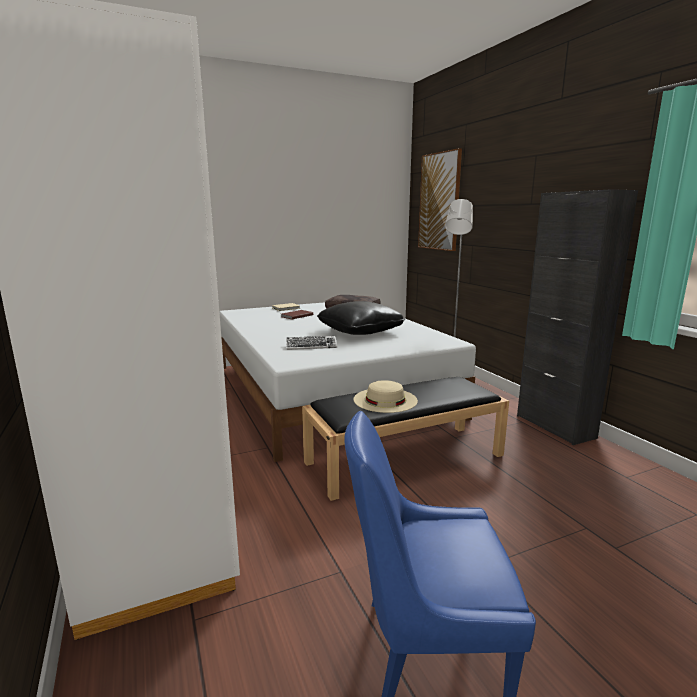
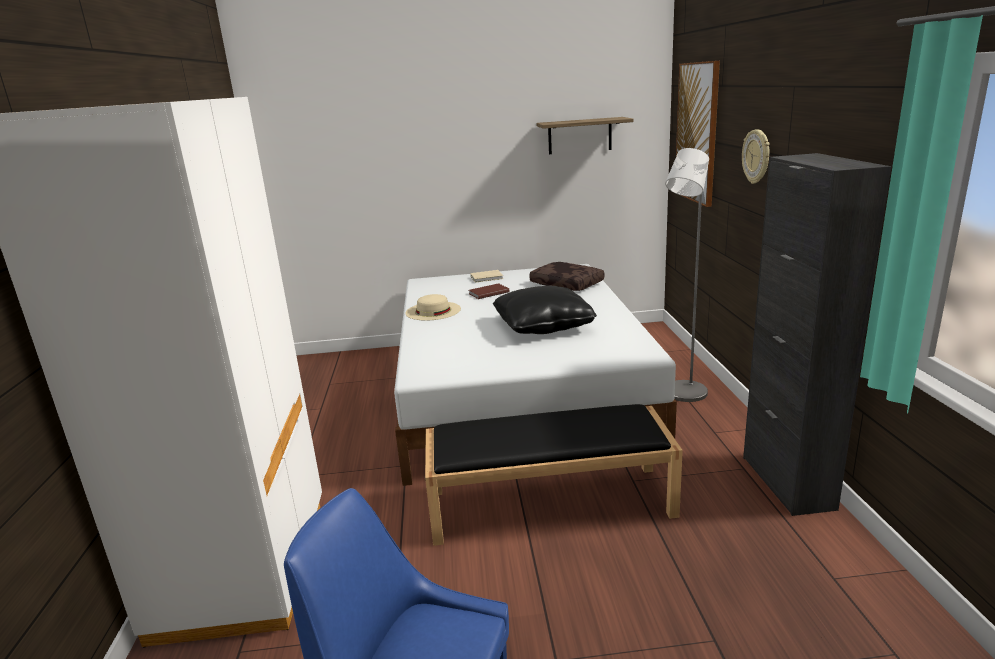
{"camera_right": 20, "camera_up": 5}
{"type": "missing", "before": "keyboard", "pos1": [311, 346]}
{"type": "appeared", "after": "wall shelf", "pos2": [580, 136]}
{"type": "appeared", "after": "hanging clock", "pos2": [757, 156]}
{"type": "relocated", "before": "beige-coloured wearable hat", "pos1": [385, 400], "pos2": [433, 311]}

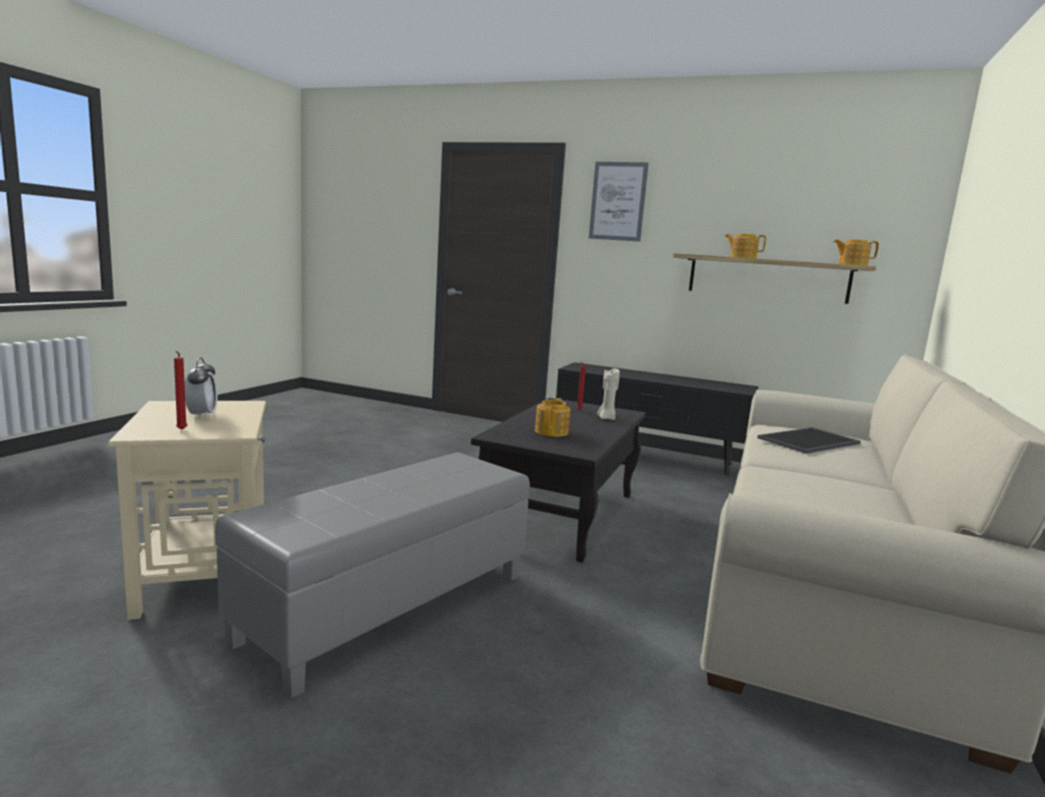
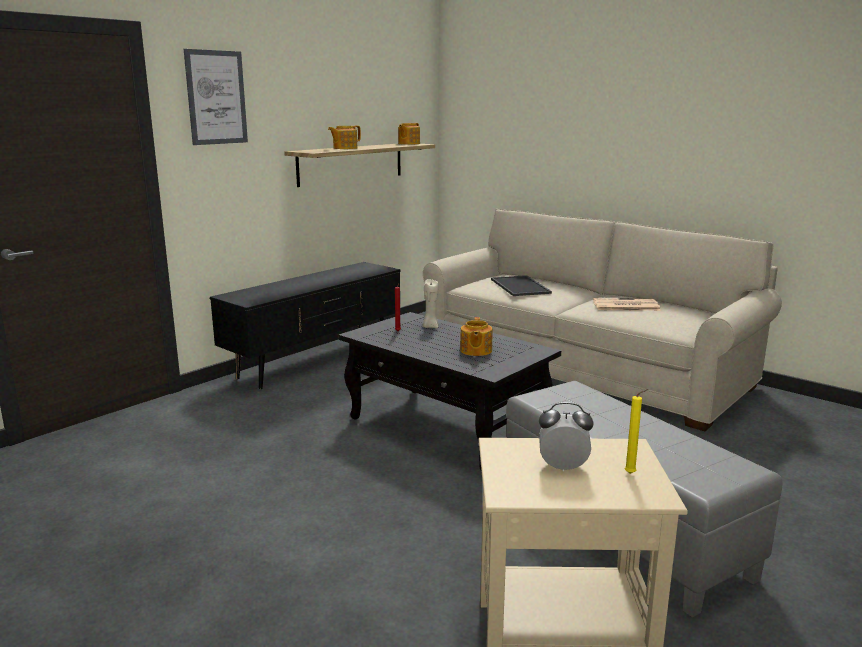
{"camera_right": -70, "camera_up": 5}
{"type": "appeared", "after": "newspaper", "pos2": [625, 306]}
{"type": "colour", "before": "red-coloured wax light", "after": "yellowish wax light", "pos1": [181, 430], "pos2": [632, 474]}
{"type": "spun", "before": "tea pot", "pos1": [552, 432], "pos2": [475, 351], "turn": -120}

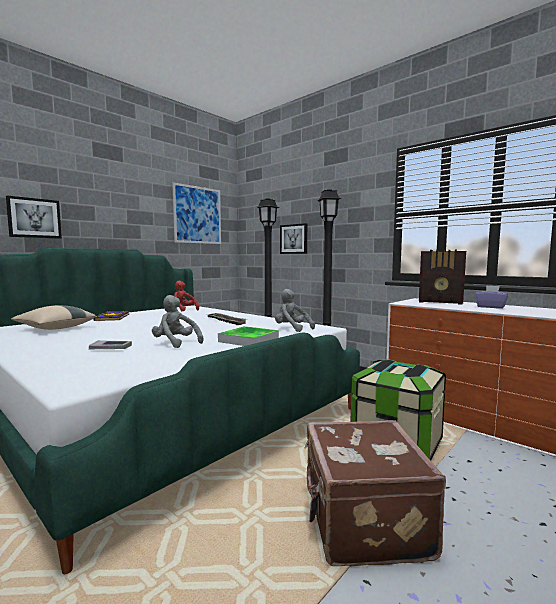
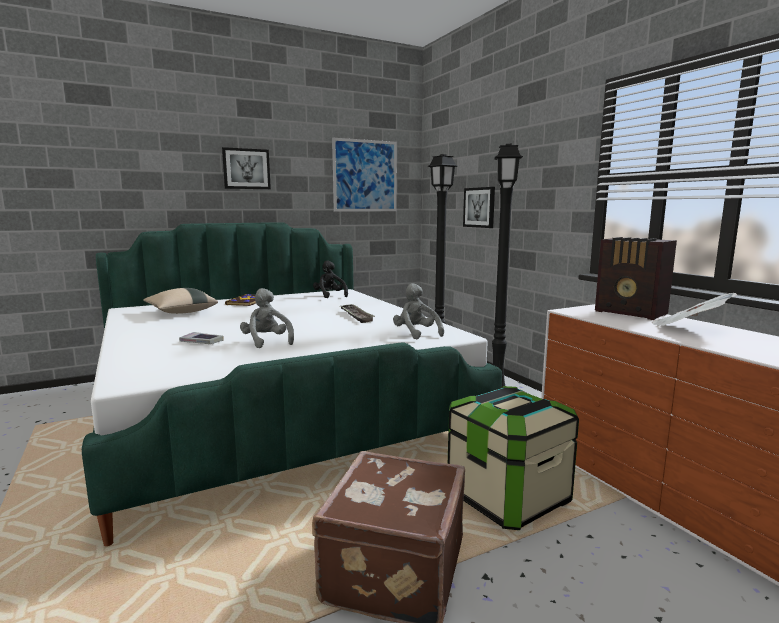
{"camera_right": 20, "camera_up": 5}
{"type": "missing", "before": "serving tray", "pos1": [248, 340]}
{"type": "relocated", "before": "picture", "pos1": [34, 218], "pos2": [246, 169]}
{"type": "exchanged", "before": "purplish tissue holder", "after": "newspaper", "pos1": [490, 307], "pos2": [688, 328]}
{"type": "colour", "before": "red-coloured soft toy", "after": "blackish soft toy", "pos1": [182, 310], "pos2": [330, 296]}

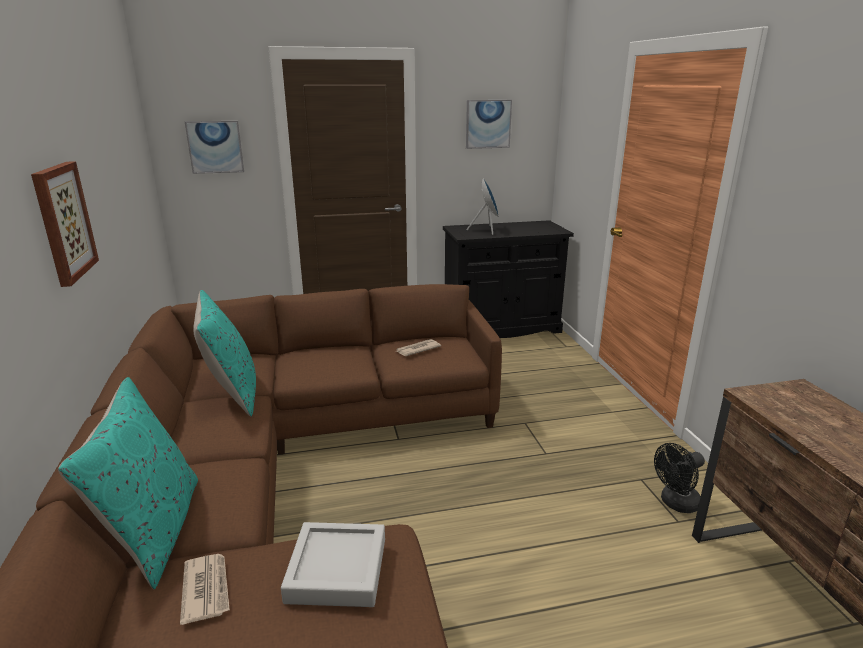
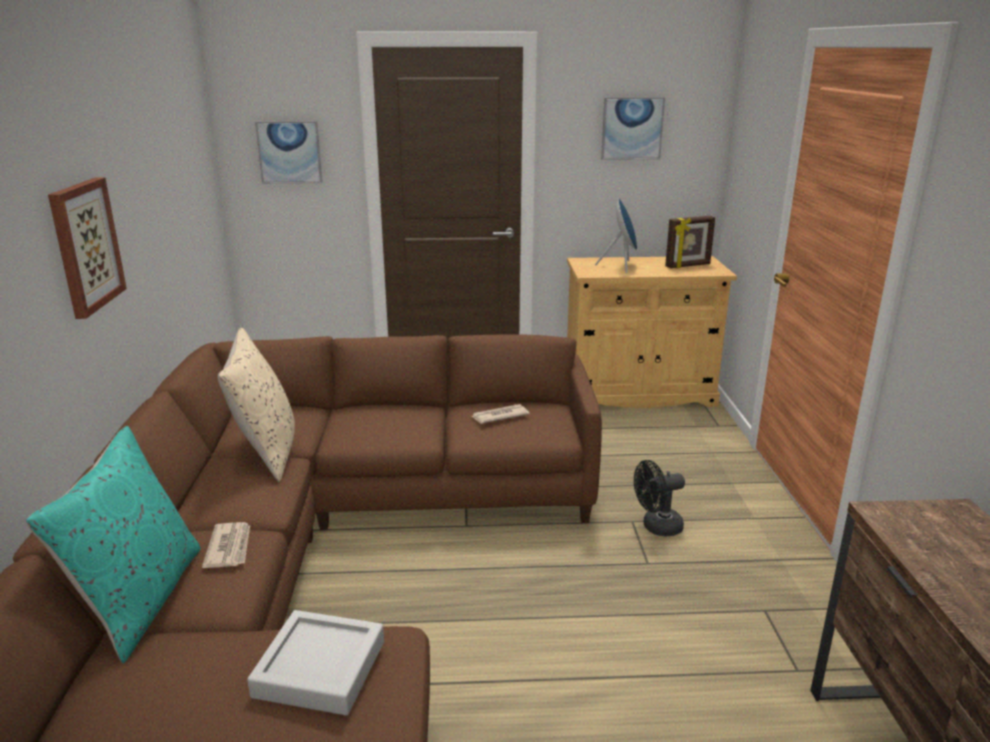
{"camera_right": 10, "camera_up": 0}
{"type": "appeared", "after": "photo frame", "pos2": [688, 266]}
{"type": "relocated", "before": "newspaper", "pos1": [206, 589], "pos2": [229, 547]}
{"type": "relocated", "before": "blackish electric fan", "pos1": [675, 503], "pos2": [656, 527]}
{"type": "colour", "before": "blue-green throw pillow", "after": "beige-coloured throw pillow", "pos1": [232, 392], "pos2": [266, 451]}
{"type": "colour", "before": "blackish cabinet", "after": "beige-coloured cabinet", "pos1": [501, 327], "pos2": [638, 393]}

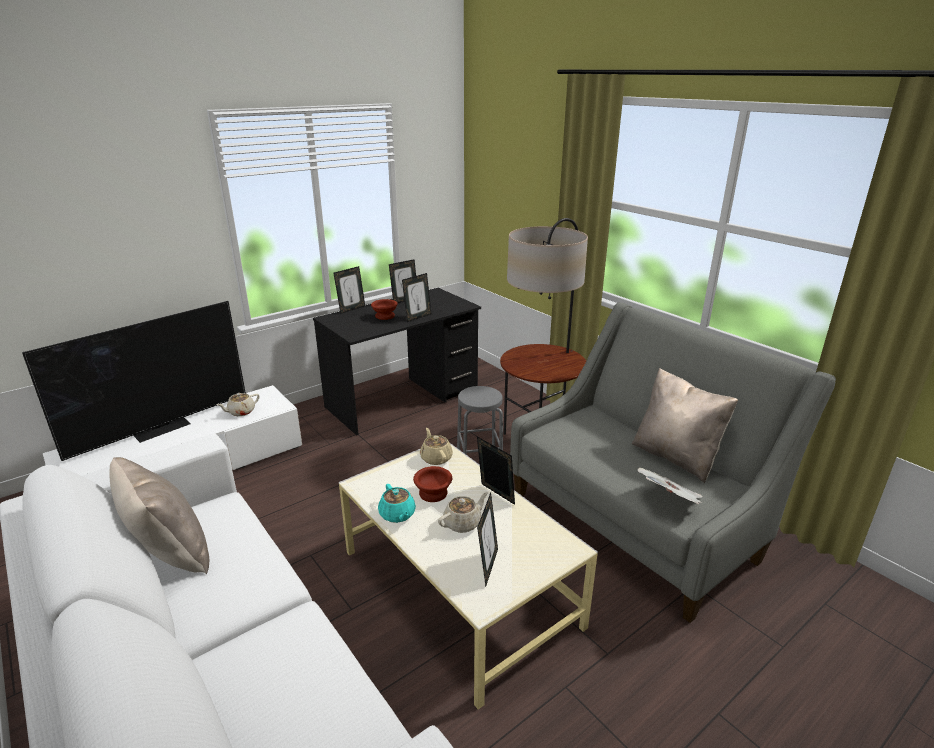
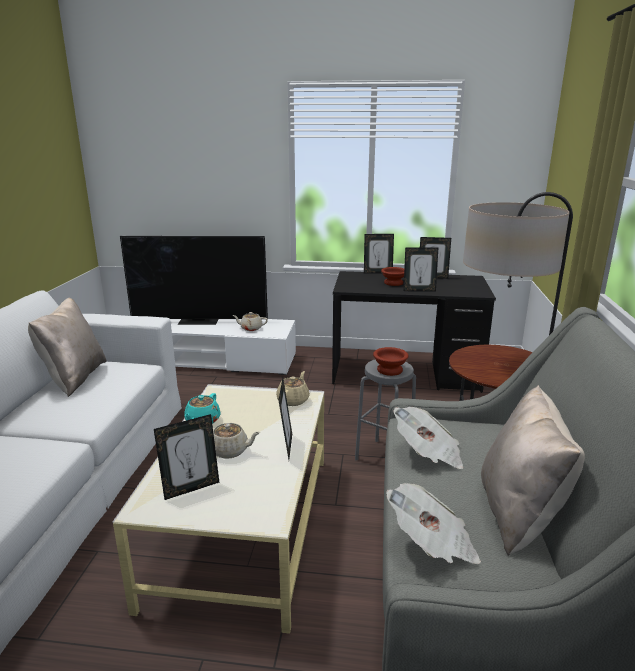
{"camera_right": 45, "camera_up": -5}
{"type": "appeared", "after": "newspaper", "pos2": [428, 453]}
{"type": "relocated", "before": "brownish bowl", "pos1": [434, 493], "pos2": [390, 370]}

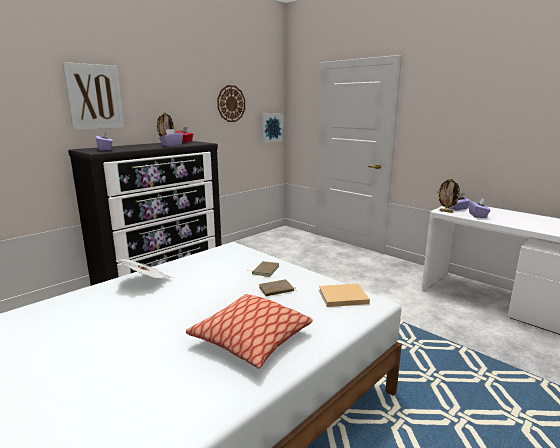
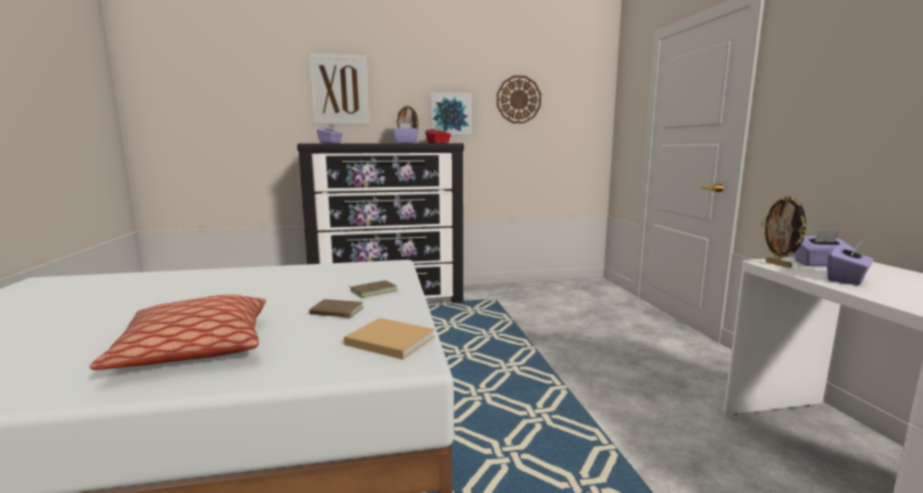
{"camera_right": 35, "camera_up": -5}
{"type": "missing", "before": "newspaper", "pos1": [147, 282]}
{"type": "relocated", "before": "picture", "pos1": [271, 127], "pos2": [450, 114]}

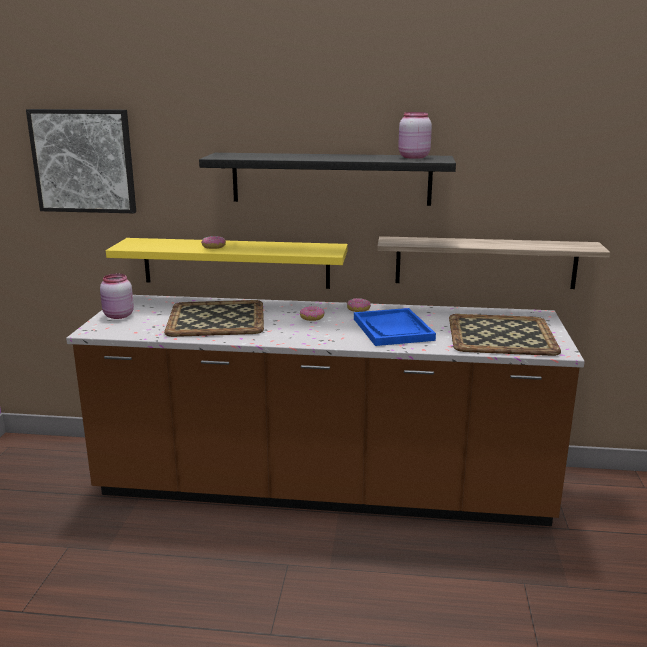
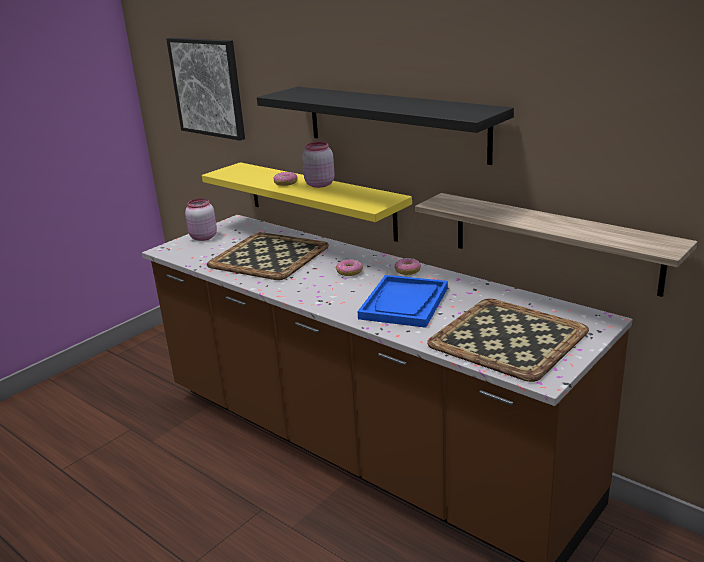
{"camera_right": 35, "camera_up": 5}
{"type": "relocated", "before": "pink-coloured preserve jar", "pos1": [412, 157], "pos2": [319, 184]}

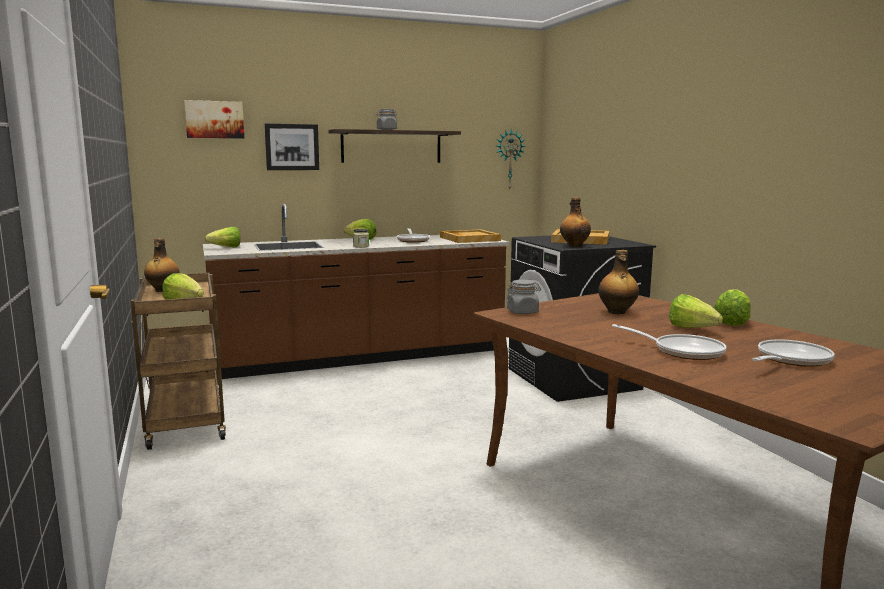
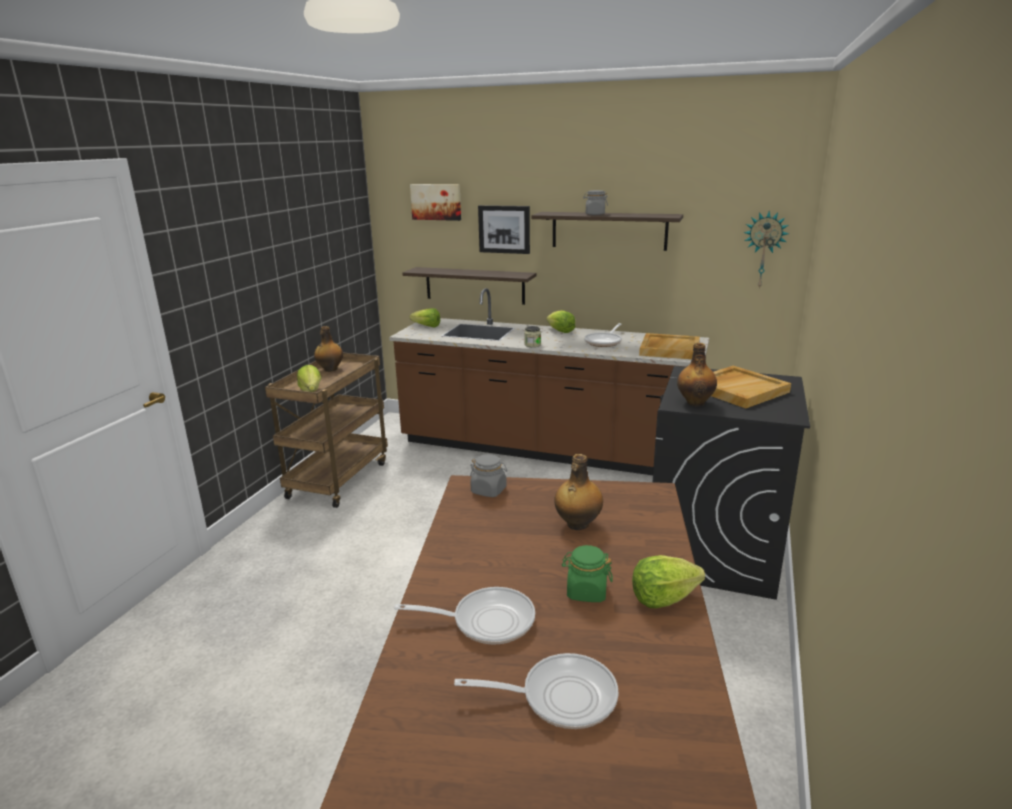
{"camera_right": 40, "camera_up": 10}
{"type": "appeared", "after": "wall shelf", "pos2": [474, 285]}
{"type": "exchanged", "before": "lettuce head", "after": "greenish preserve jar", "pos1": [695, 330], "pos2": [586, 592]}
{"type": "spun", "before": "pan", "pos1": [682, 351], "pos2": [486, 621], "turn": -75}

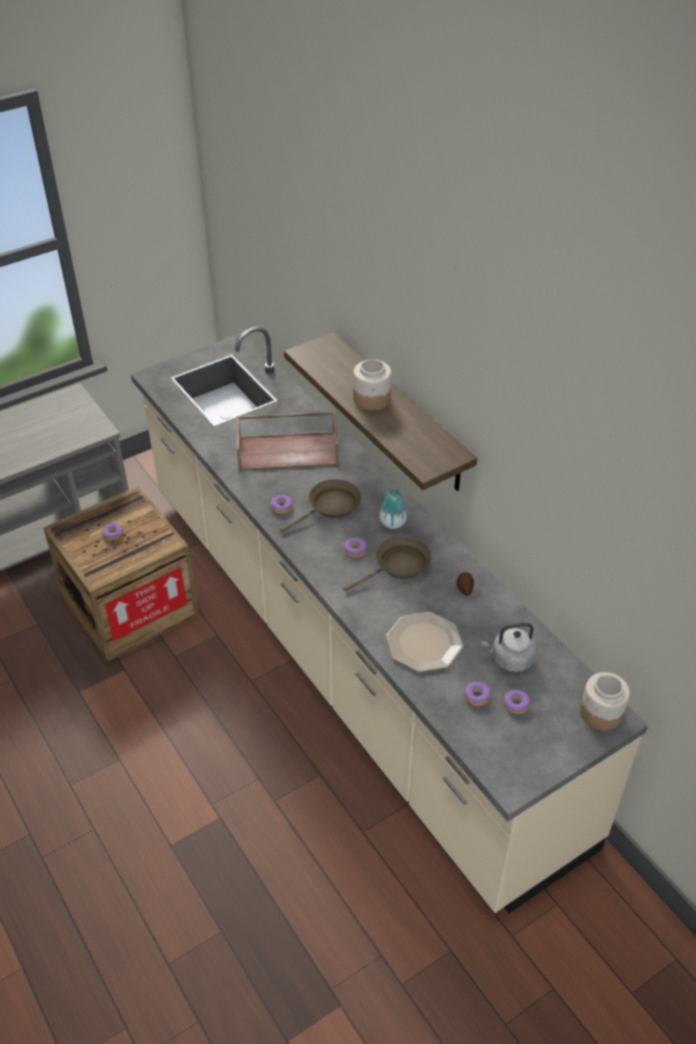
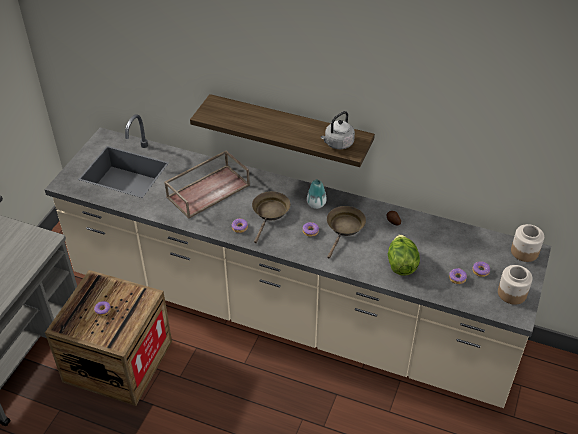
{"camera_right": -35, "camera_up": 0}
{"type": "relocated", "before": "preserve jar", "pos1": [371, 399], "pos2": [511, 293]}
{"type": "relocated", "before": "greyish tea kettle", "pos1": [509, 659], "pos2": [337, 144]}
{"type": "exchanged", "before": "plate", "after": "lettuce head", "pos1": [423, 643], "pos2": [401, 264]}

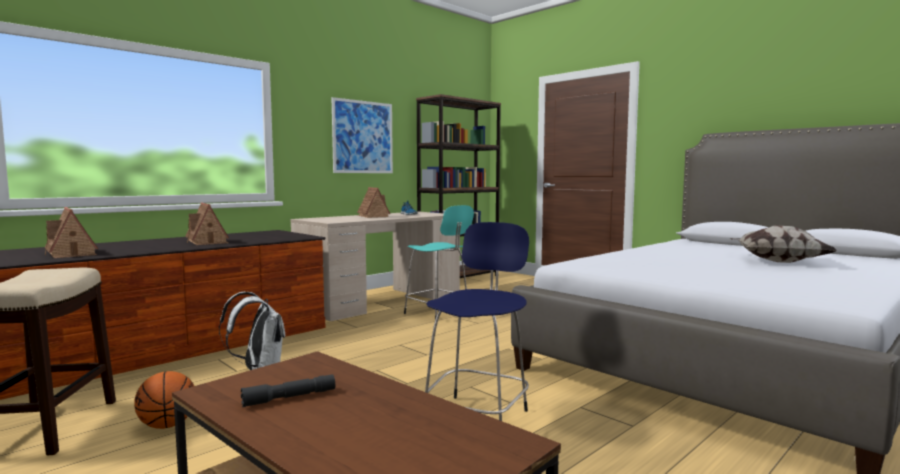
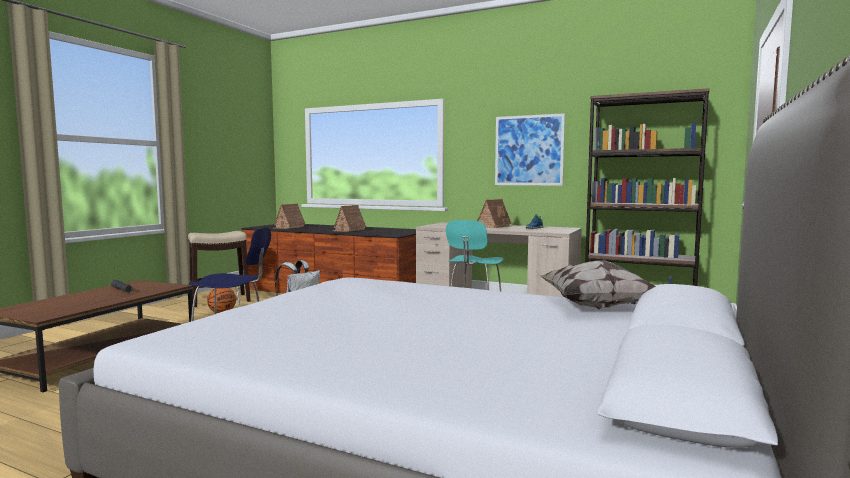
{"camera_right": 70, "camera_up": 0}
{"type": "relocated", "before": "throw pillow", "pos1": [776, 261], "pos2": [598, 306]}

